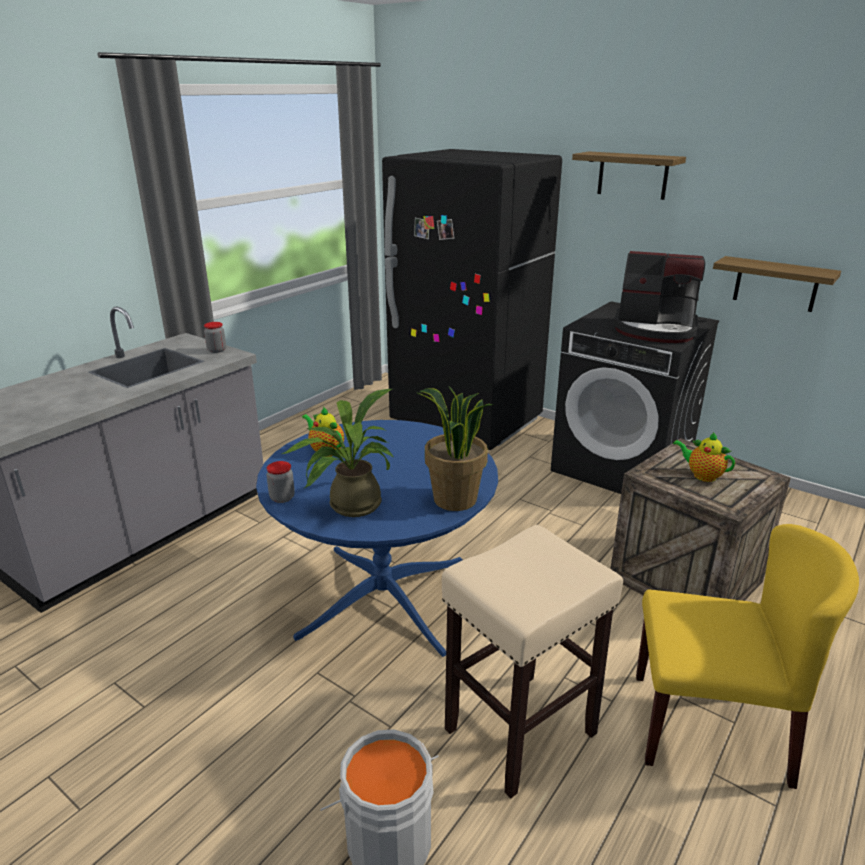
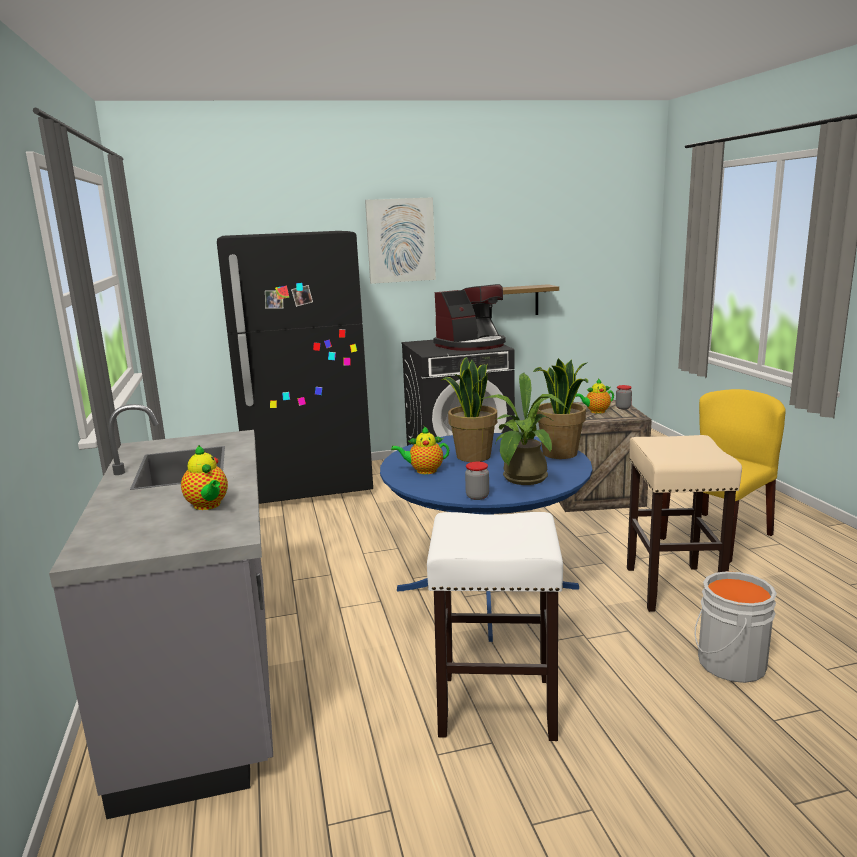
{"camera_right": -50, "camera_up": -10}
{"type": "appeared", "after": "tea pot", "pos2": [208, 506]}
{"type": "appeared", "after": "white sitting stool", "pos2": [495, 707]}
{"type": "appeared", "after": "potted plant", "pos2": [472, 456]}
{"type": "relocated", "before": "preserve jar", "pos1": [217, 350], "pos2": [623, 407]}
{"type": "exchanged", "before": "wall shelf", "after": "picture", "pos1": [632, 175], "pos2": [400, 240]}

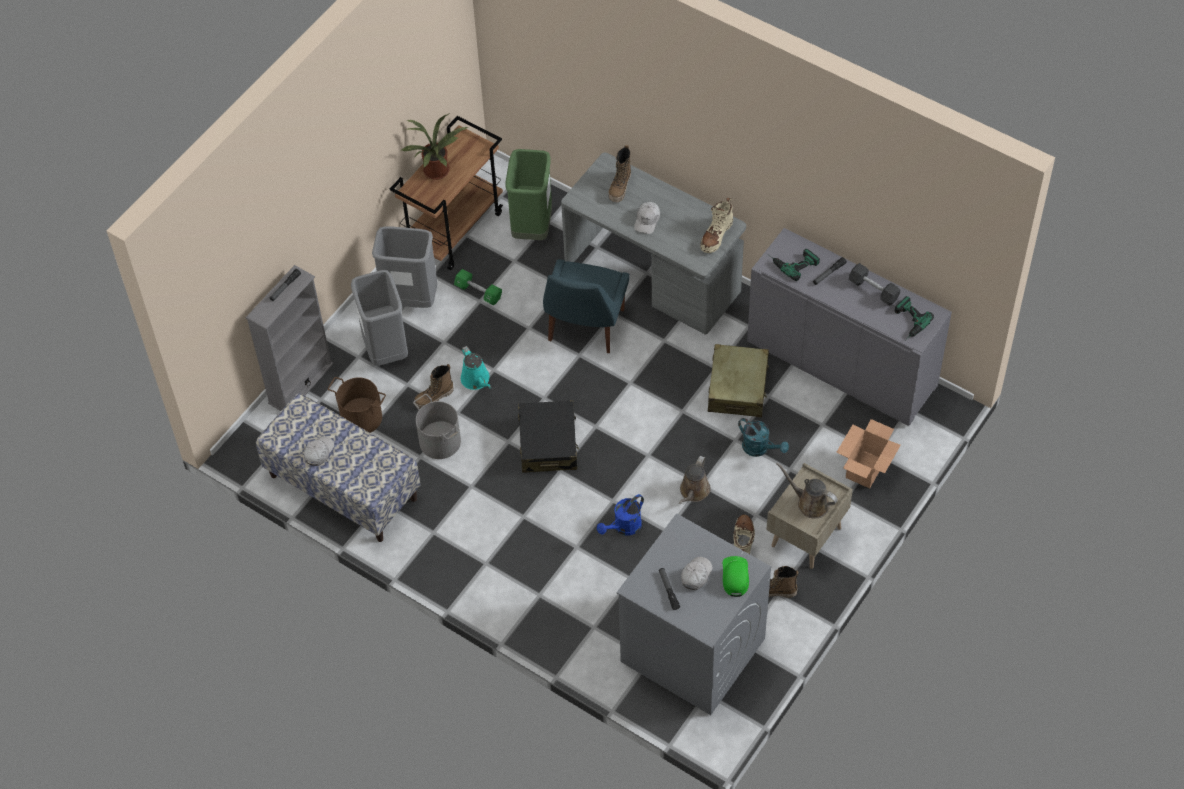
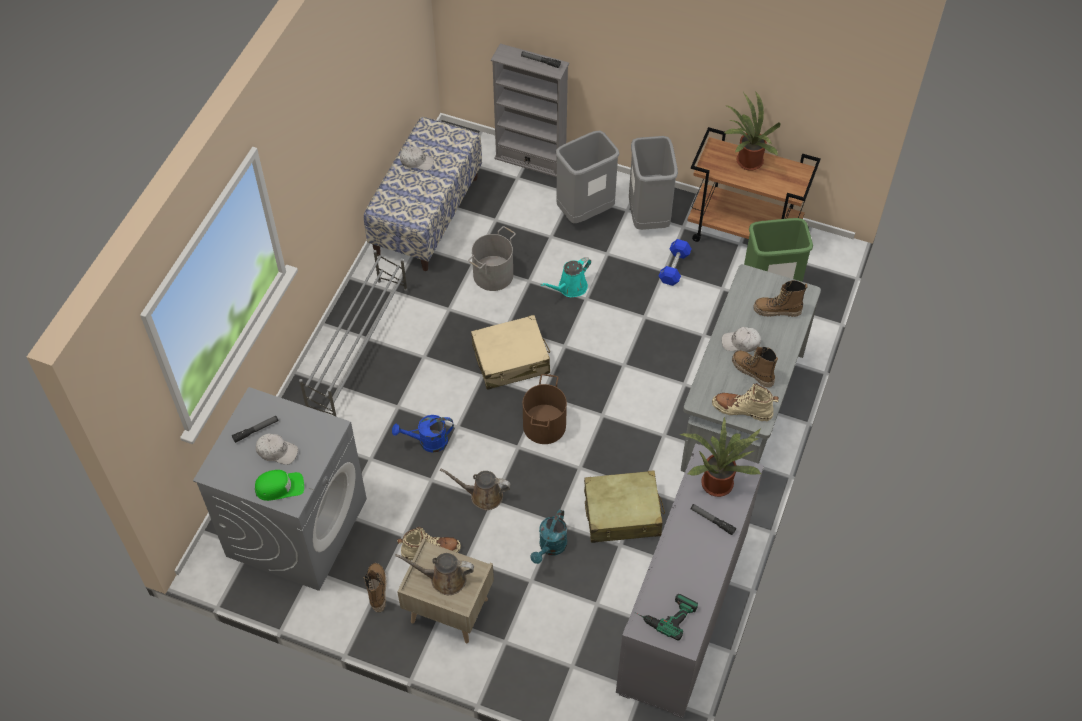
{"camera_right": 75, "camera_up": 0}
{"type": "missing", "before": "blue-coloured plain chair", "pos1": [585, 327]}
{"type": "missing", "before": "packing box", "pos1": [865, 469]}
{"type": "missing", "before": "blackish dumbbell", "pos1": [873, 290]}
{"type": "appeared", "after": "greyish shoe shelf", "pos2": [358, 347]}
{"type": "relocated", "before": "brownish water bucket", "pos1": [361, 418], "pos2": [543, 425]}
{"type": "relocated", "before": "high-top boot", "pos1": [434, 398], "pos2": [752, 372]}
{"type": "exchanged", "before": "electric drill", "after": "potted plant", "pos1": [792, 261], "pos2": [718, 481]}
{"type": "colour", "before": "greenish dumbbell", "after": "blue-coloured dumbbell", "pos1": [478, 292], "pos2": [674, 267]}
{"type": "colour", "before": "blackish suitcase", "after": "beige-coloured suitcase", "pos1": [548, 443], "pos2": [511, 360]}
{"type": "spun", "before": "blue-coloured watering can", "pos1": [624, 527], "pos2": [427, 442], "turn": -45}
{"type": "spun", "before": "brownish watering can", "pos1": [810, 503], "pos2": [444, 579], "turn": -105}

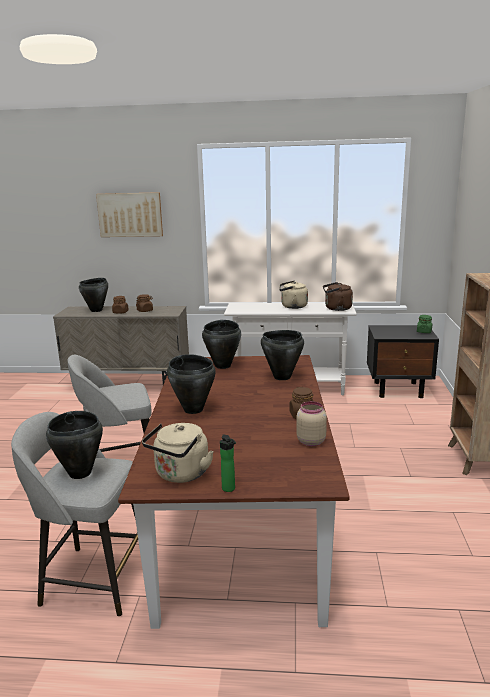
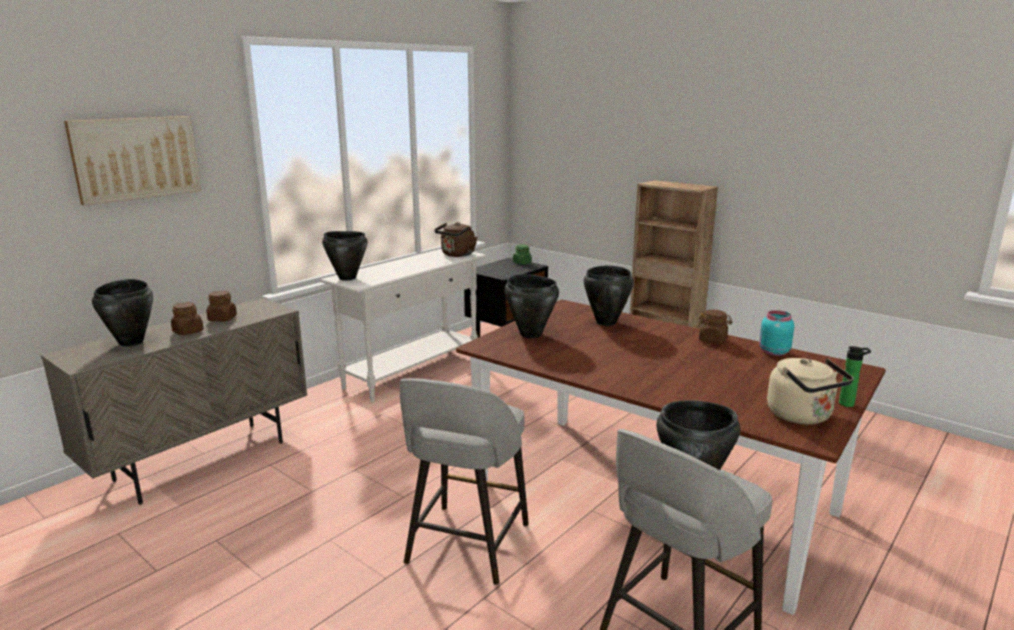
{"camera_right": -55, "camera_up": 0}
{"type": "missing", "before": "beige-coloured tea kettle", "pos1": [292, 306]}
{"type": "relocated", "before": "blackish saucepot", "pos1": [193, 409], "pos2": [347, 278]}
{"type": "colour", "before": "beige-coloured preserve jar", "after": "blue-green preserve jar", "pos1": [310, 441], "pos2": [773, 352]}

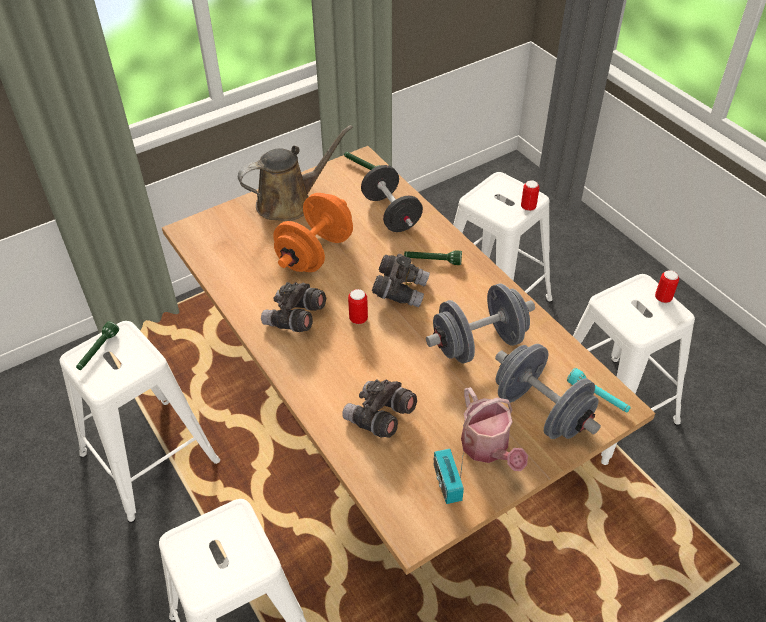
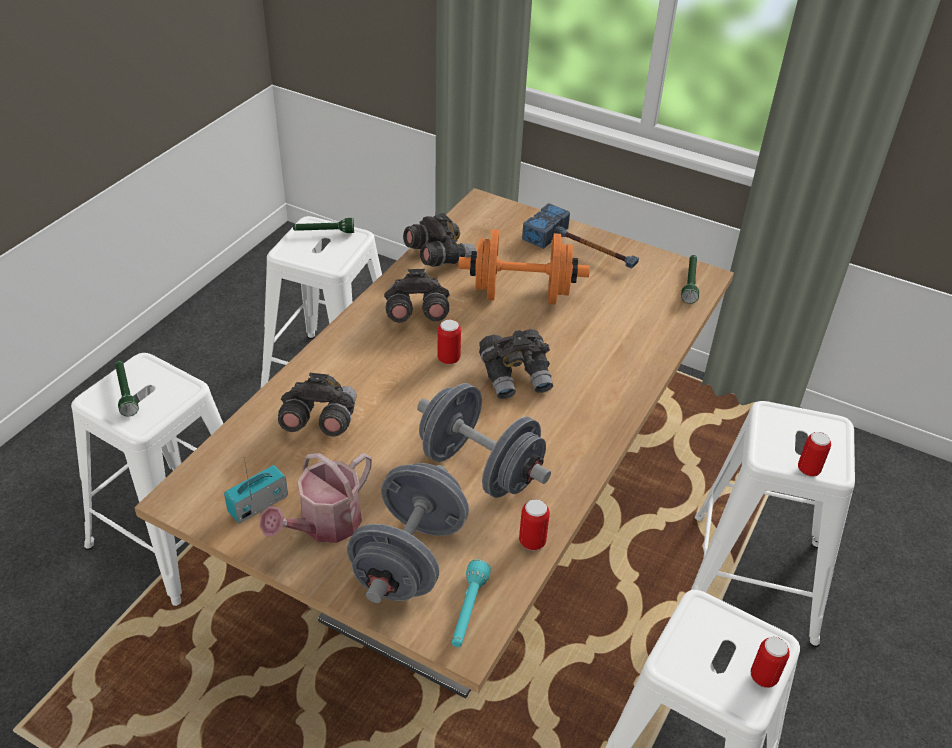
{"camera_right": 60, "camera_up": -5}
{"type": "missing", "before": "blackish dumbbell", "pos1": [391, 214]}
{"type": "appeared", "after": "greyish field glasses", "pos2": [438, 257]}
{"type": "appeared", "after": "metal can", "pos2": [532, 541]}
{"type": "relocated", "before": "greenish hand torch", "pos1": [432, 261], "pos2": [125, 392]}
{"type": "exchanged", "before": "brownish watering can", "after": "hammer", "pos1": [289, 202], "pos2": [582, 250]}

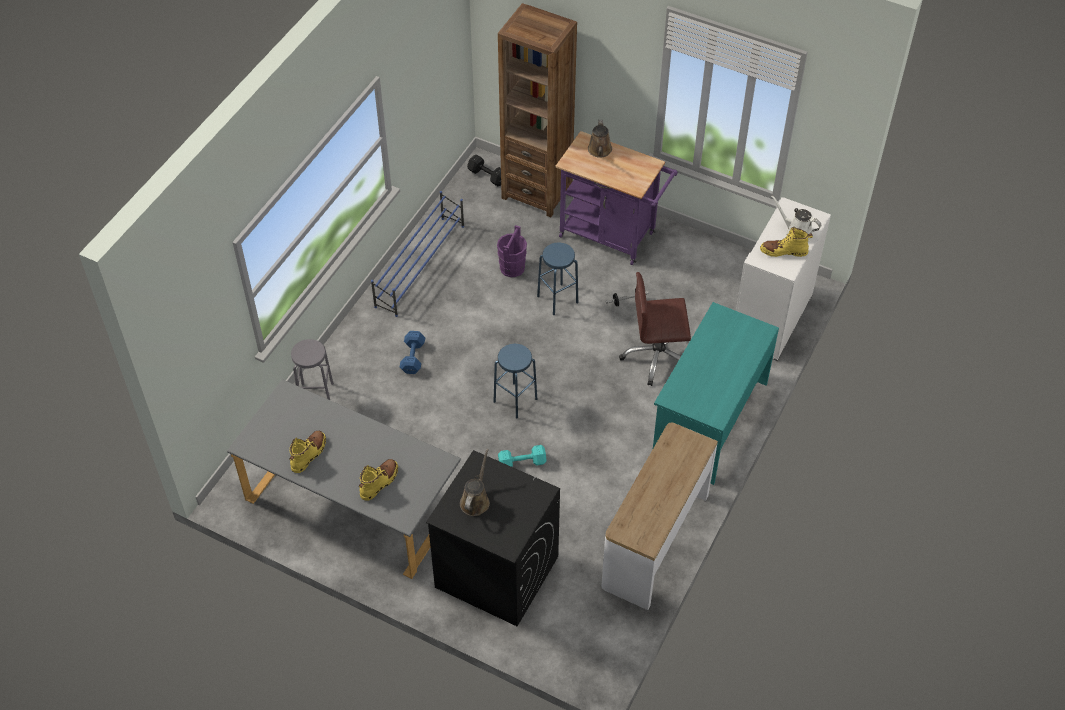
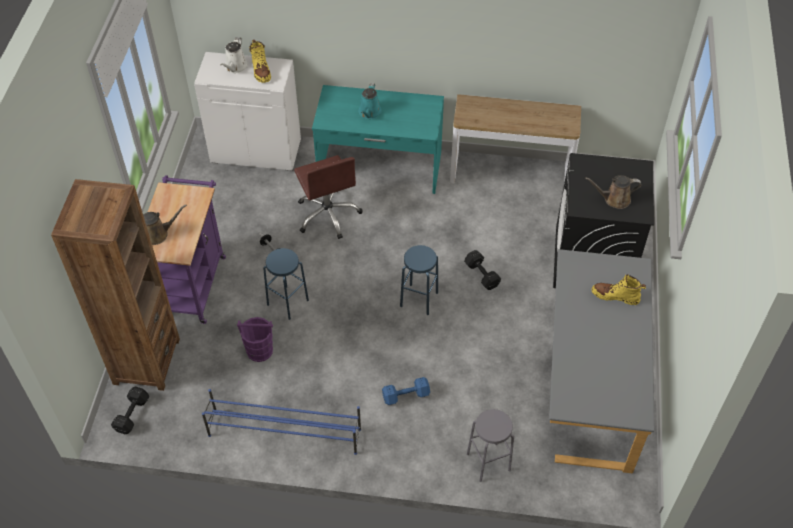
{"camera_right": -110, "camera_up": 0}
{"type": "missing", "before": "yellowish high-top boot", "pos1": [309, 454]}
{"type": "appeared", "after": "blue-green watering can", "pos2": [369, 113]}
{"type": "colour", "before": "blue-green dumbbell", "after": "blackish dumbbell", "pos1": [523, 463], "pos2": [481, 274]}

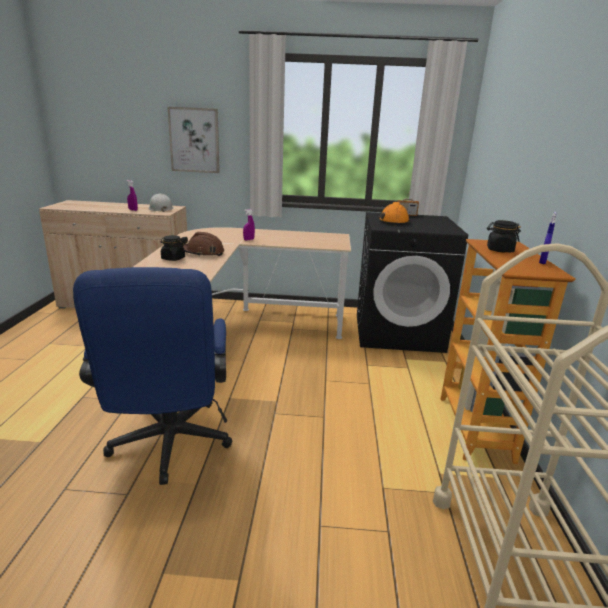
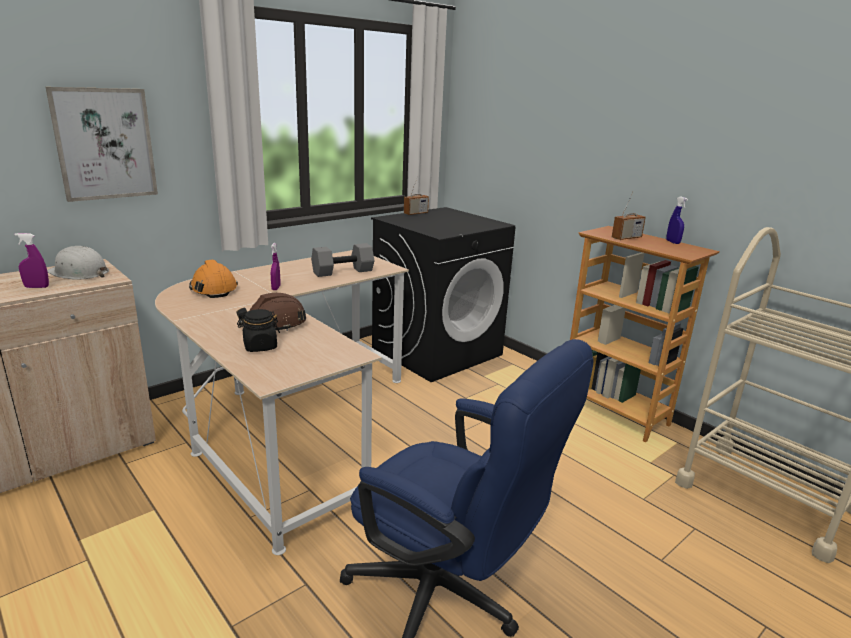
{"camera_right": -45, "camera_up": 0}
{"type": "appeared", "after": "greyish dumbbell", "pos2": [342, 272]}
{"type": "relocated", "before": "orange-coloured work helmet", "pos1": [393, 221], "pos2": [213, 289]}
{"type": "exchanged", "before": "blackish preserve jar", "after": "radio", "pos1": [499, 250], "pos2": [626, 238]}

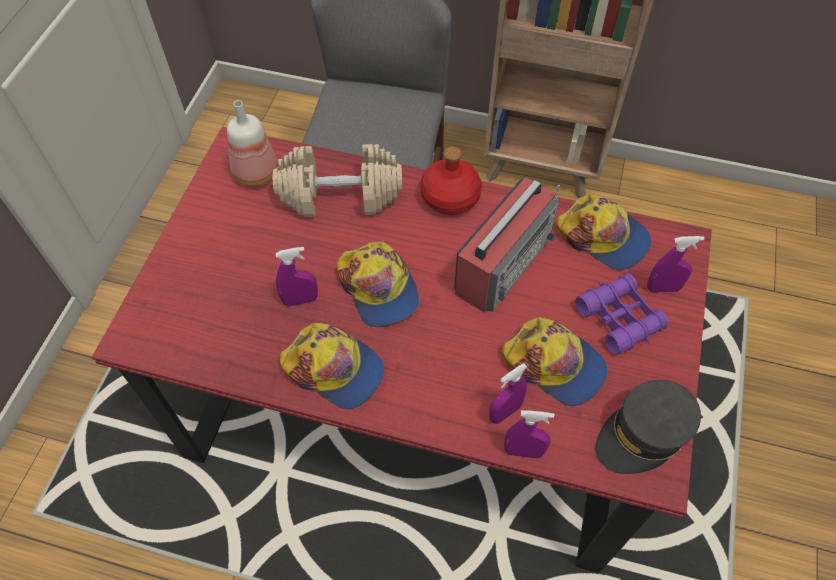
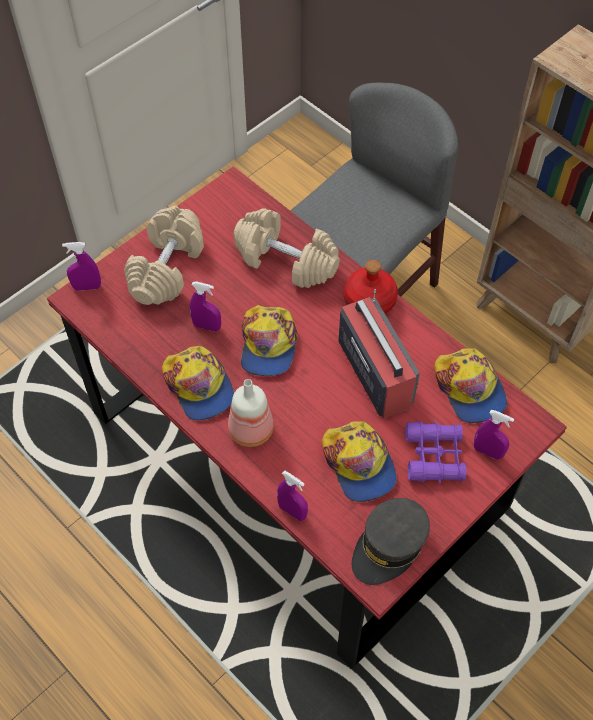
{"camera_right": 30, "camera_up": 0}
{"type": "appeared", "after": "beige-coloured dumbbell", "pos2": [167, 269]}
{"type": "relocated", "before": "bottle", "pos1": [255, 174], "pos2": [250, 431]}
{"type": "relocated", "before": "purplish spray bottle", "pos1": [505, 412], "pos2": [87, 287]}
{"type": "spun", "before": "radio", "pos1": [503, 263], "pos2": [374, 371], "turn": -90}
{"type": "spun", "before": "greyish peaked cap", "pos1": [643, 434], "pos2": [389, 546], "turn": -45}

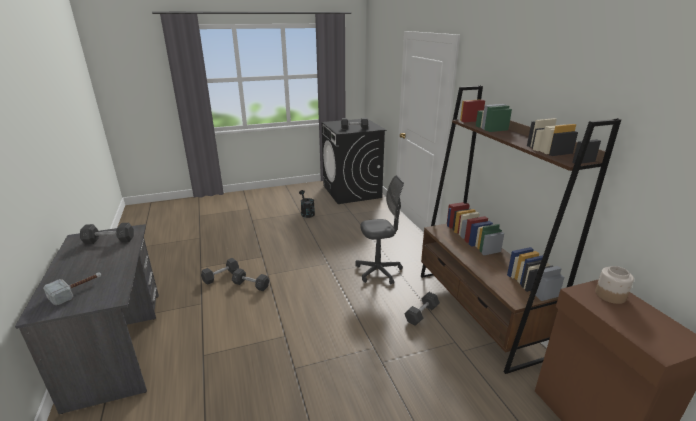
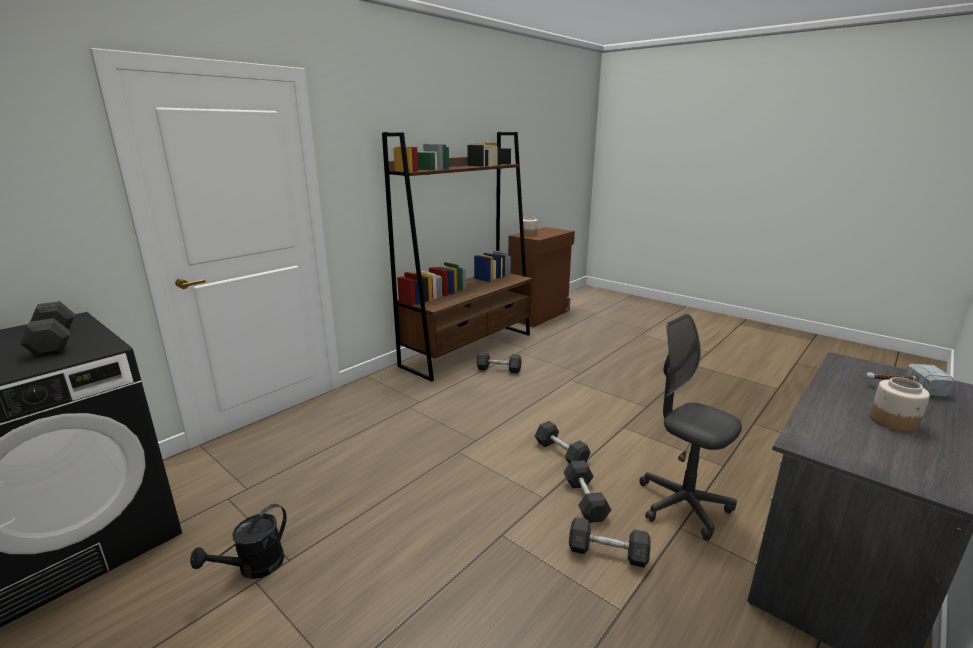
{"camera_right": -120, "camera_up": -5}
{"type": "appeared", "after": "preserve jar", "pos2": [894, 421]}
{"type": "relocated", "before": "greyish dumbbell", "pos1": [109, 240], "pos2": [561, 453]}
{"type": "relocated", "before": "greyish desk chair", "pos1": [378, 272], "pos2": [682, 505]}

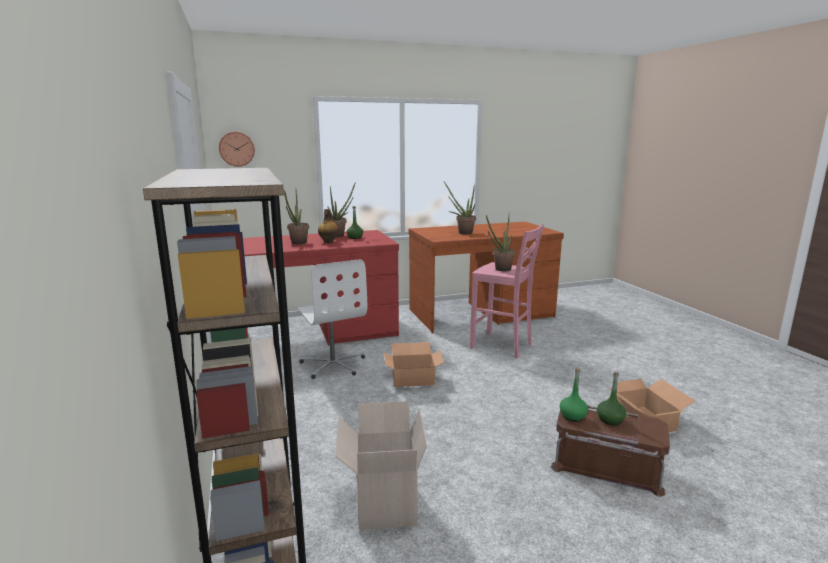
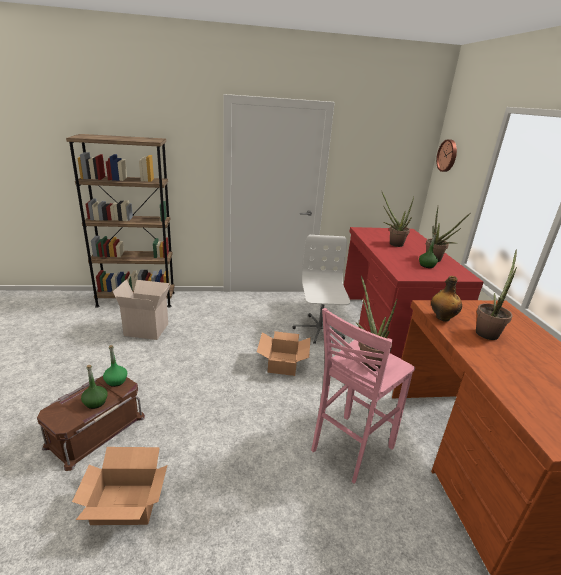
{"camera_right": 100, "camera_up": 10}
{"type": "relocated", "before": "bottle", "pos1": [328, 242], "pos2": [442, 318]}
{"type": "spun", "before": "white desk chair", "pos1": [333, 364], "pos2": [319, 329], "turn": 105}

